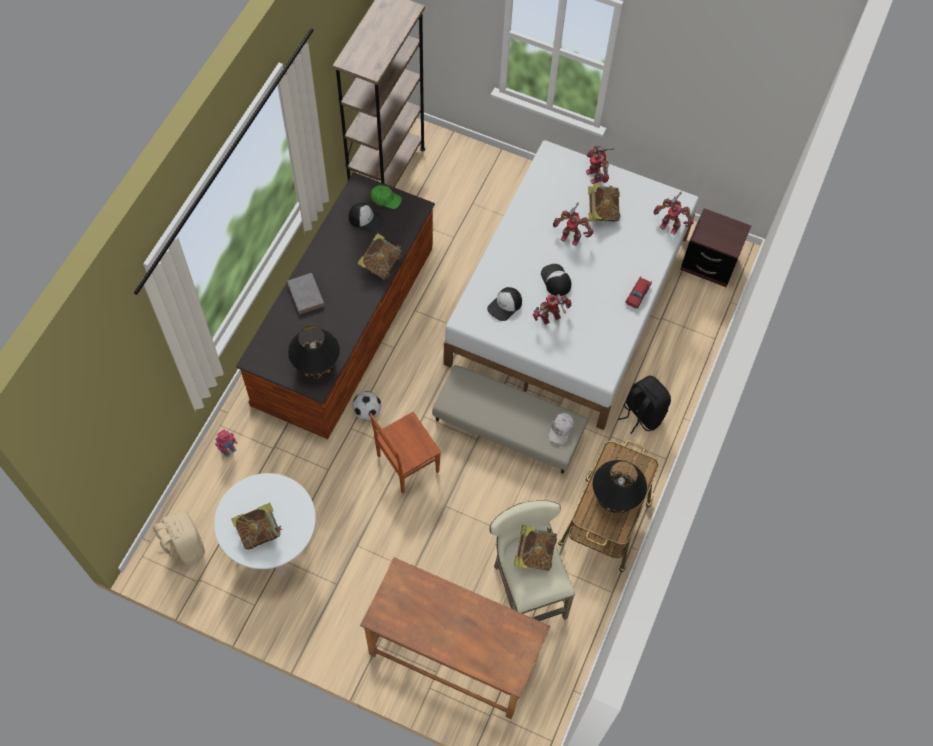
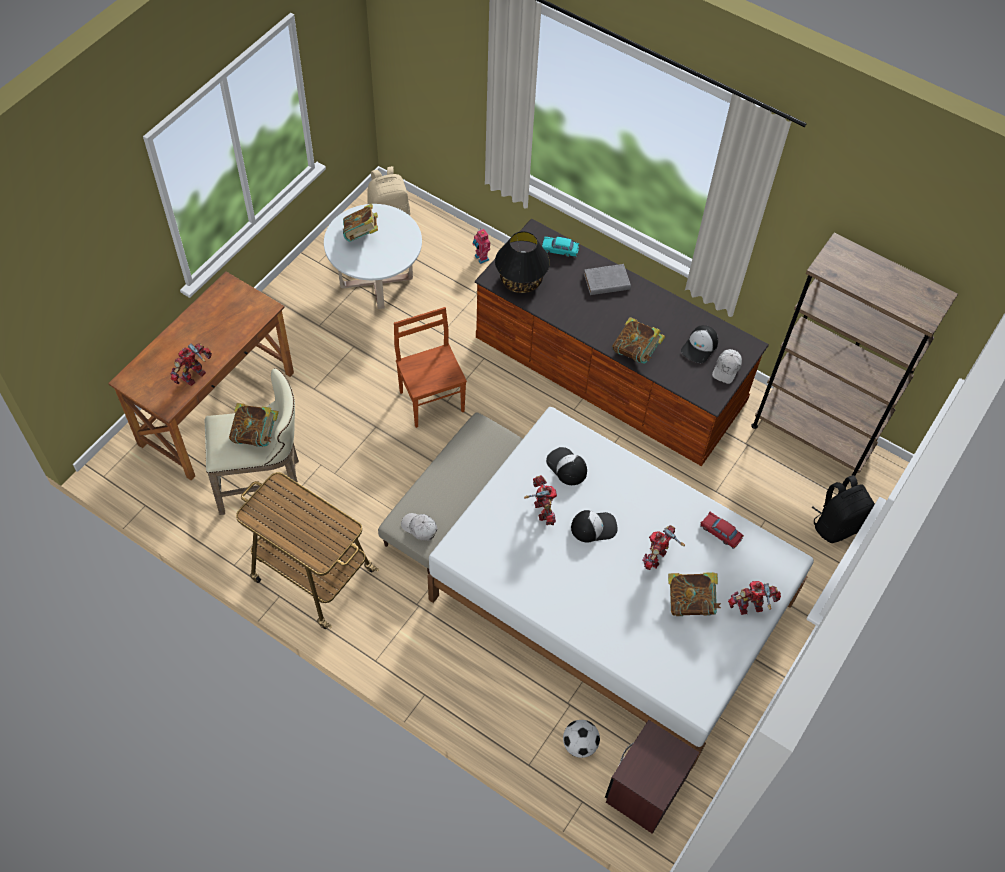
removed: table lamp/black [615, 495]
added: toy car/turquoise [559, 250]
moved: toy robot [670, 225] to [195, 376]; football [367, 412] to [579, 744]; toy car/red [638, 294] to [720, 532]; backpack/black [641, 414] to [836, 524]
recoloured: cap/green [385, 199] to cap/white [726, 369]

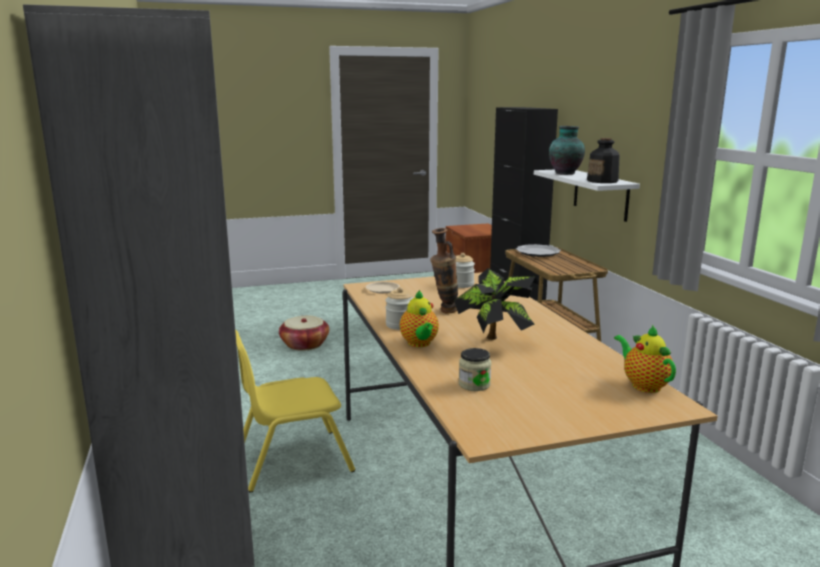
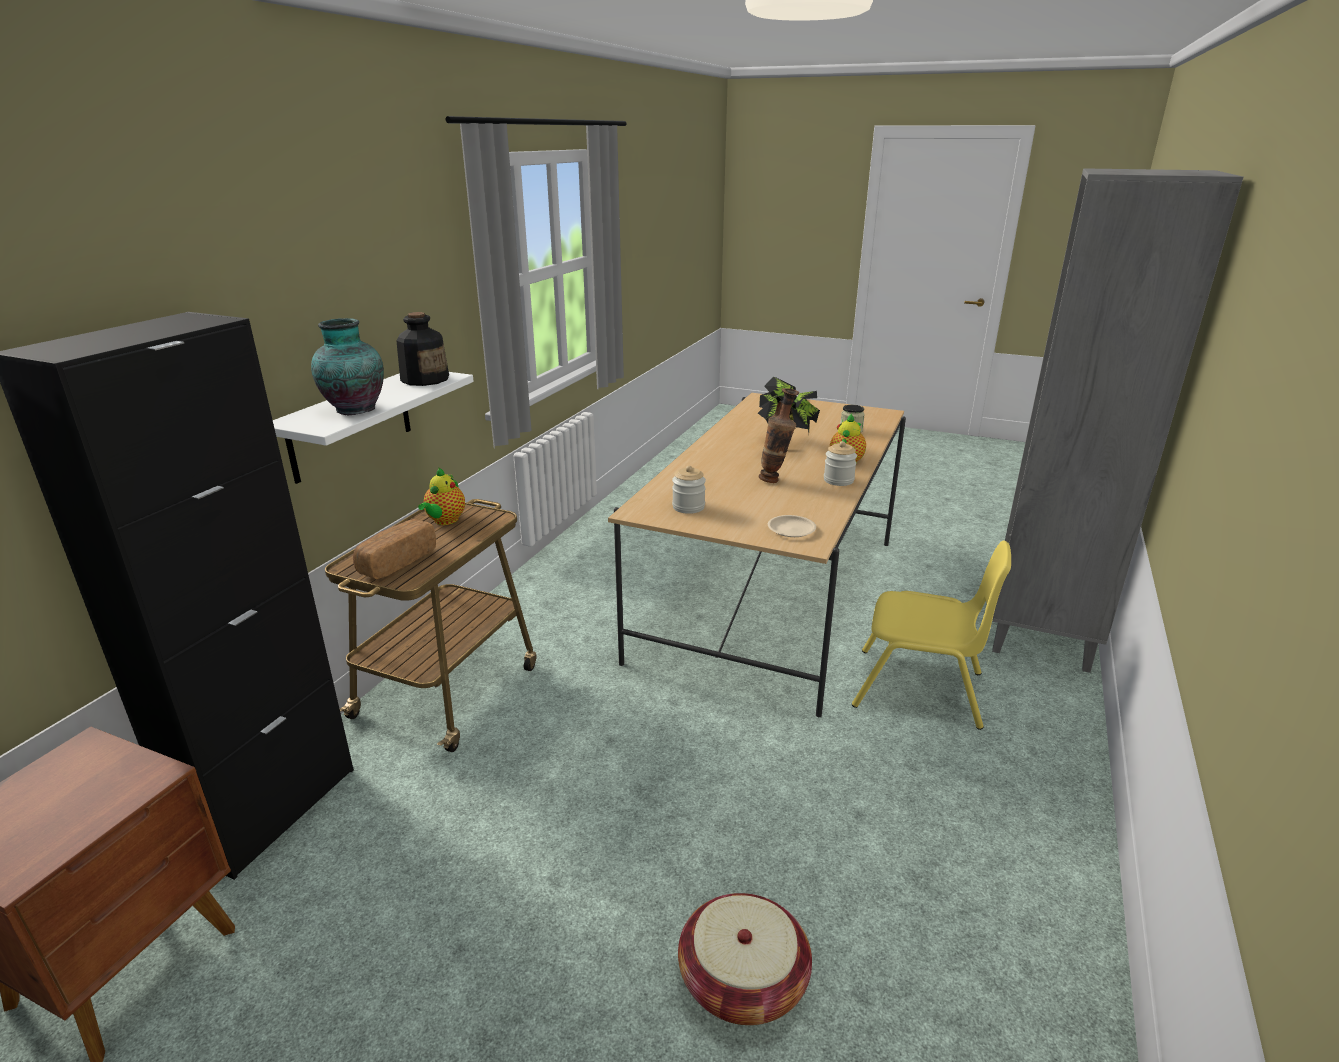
moved: teapot [643, 385] to [445, 521]
replaced: plate [537, 252] to bread [396, 562]

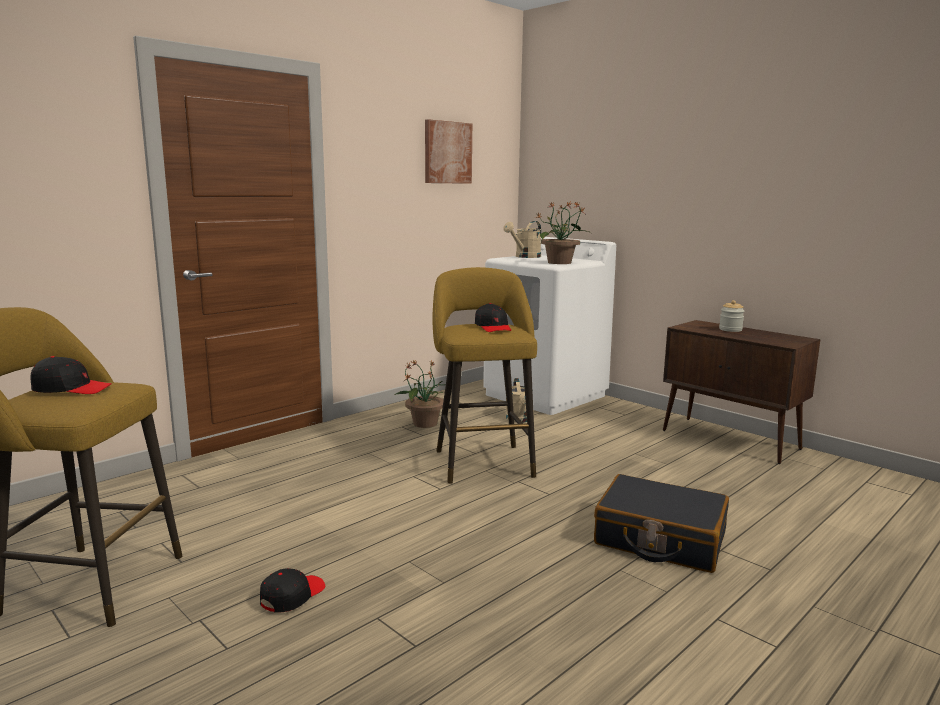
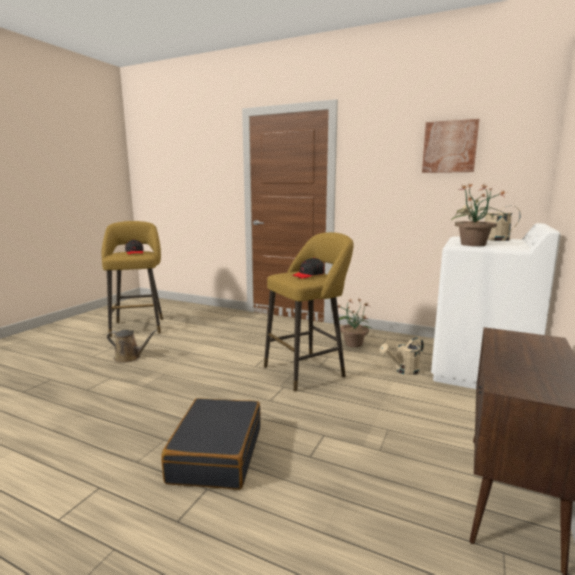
removed: jar [730, 329]
replaced: cap/black [292, 596] to watering can/brown [129, 358]

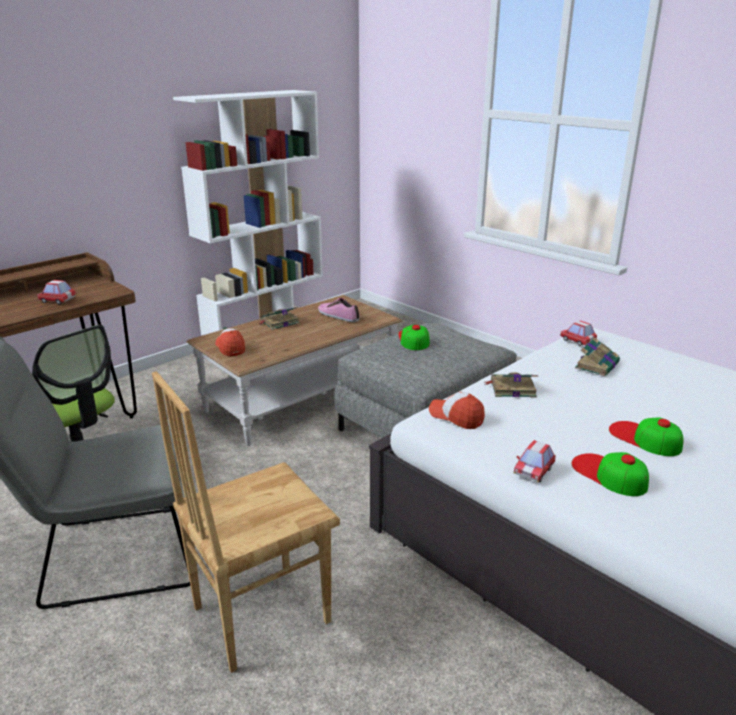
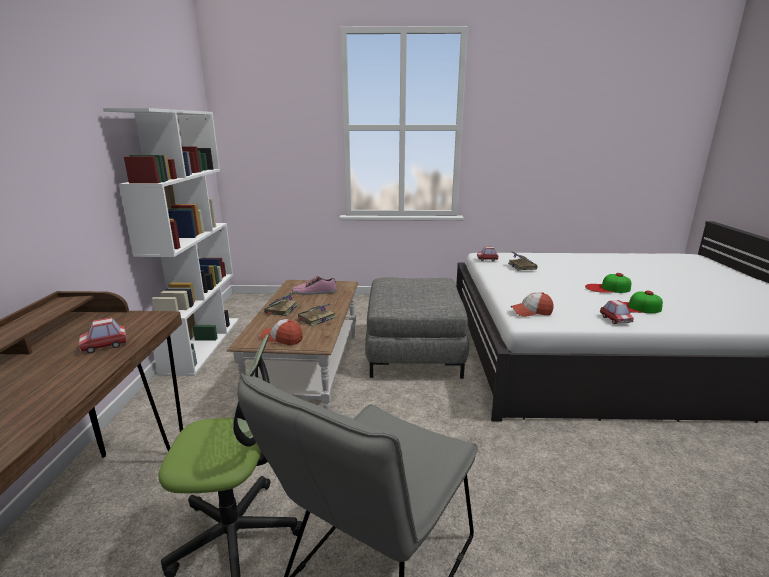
removed: chair/brown [259, 614]; cap [413, 339]
moved: book [511, 389] to [316, 318]

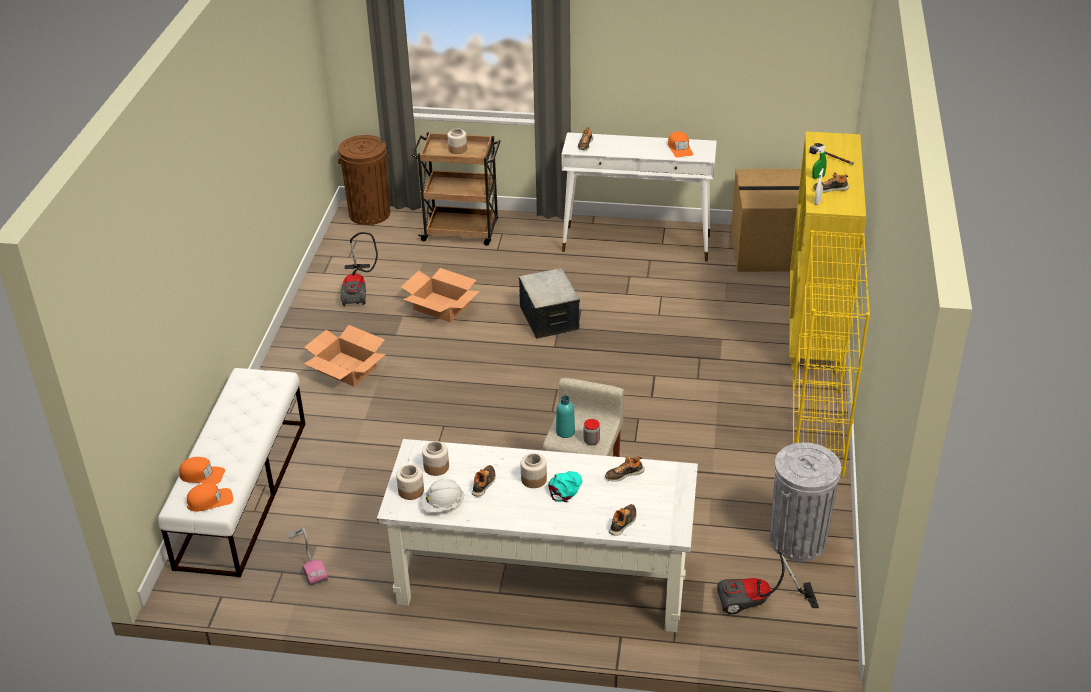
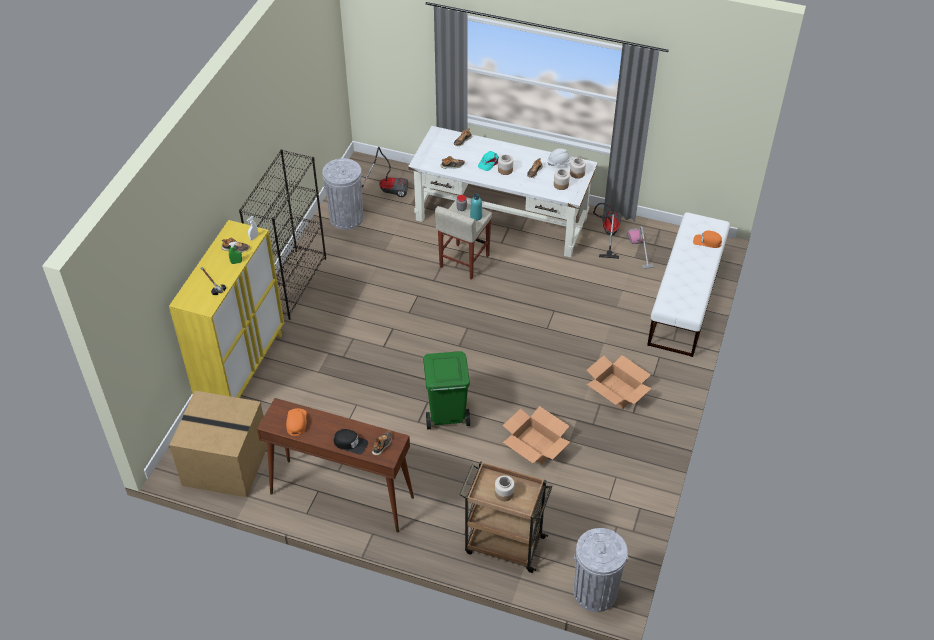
removed: cap/orange [210, 500]
added: cap/black [350, 443]
moved: vacuum cleaner [358, 290] to [608, 234]
replaced: storage box [549, 318] to trash can/green [446, 416]
recoloured: bookcase/yellow [817, 431] to bookcase/black [292, 284]; console table/white [637, 243] to console table/brown [341, 495]; trash can/brown [369, 213] to trash can/grey [595, 592]

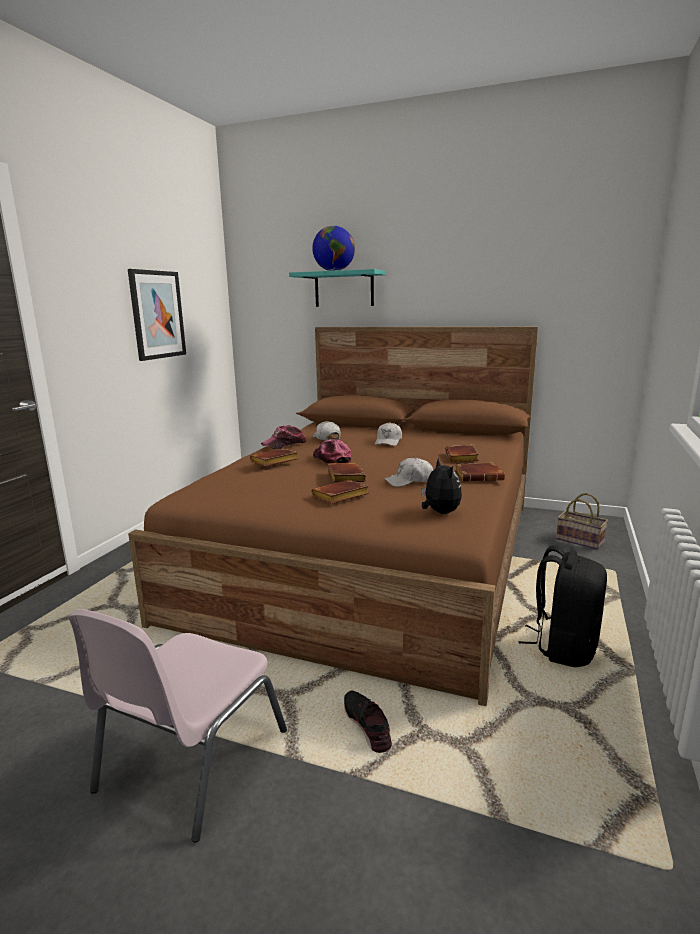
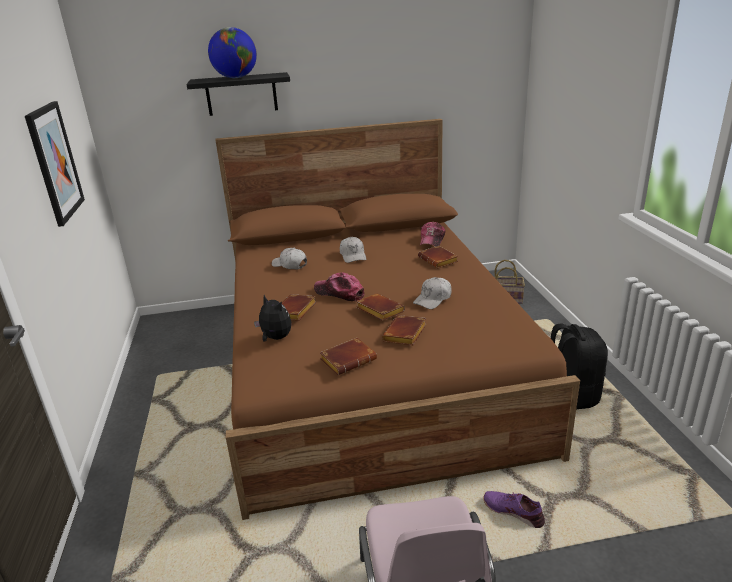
moved: plush toy [440, 512] to [275, 338]; book/brown [479, 476] to [348, 359]; cap [284, 444] to [432, 240]
recoloured: shelf/turquoise [344, 289] to shelf/black [241, 94]; shoe/black [368, 725] to shoe/purple [513, 512]

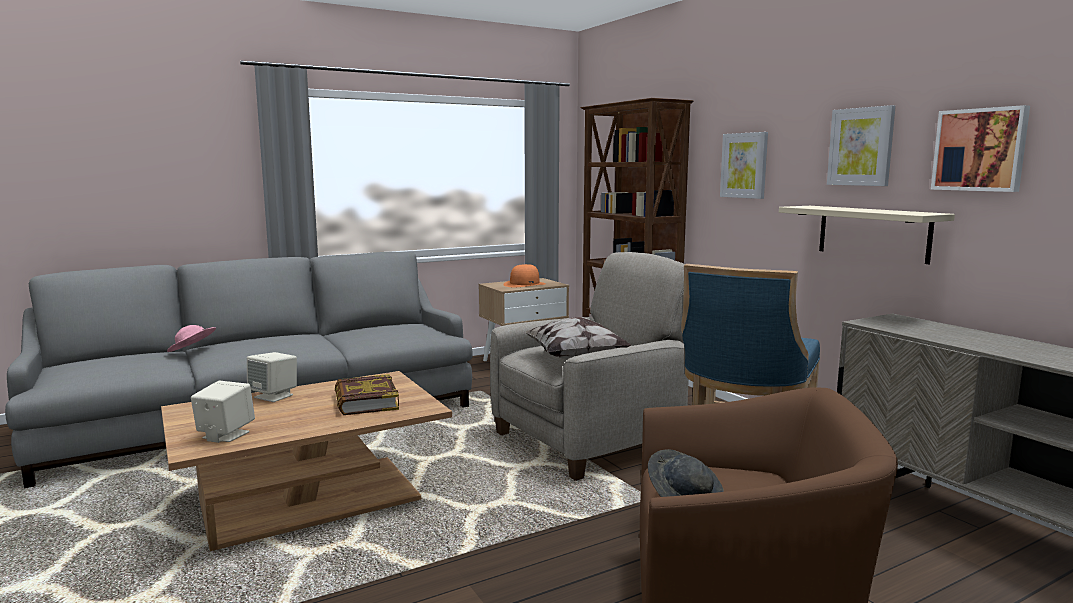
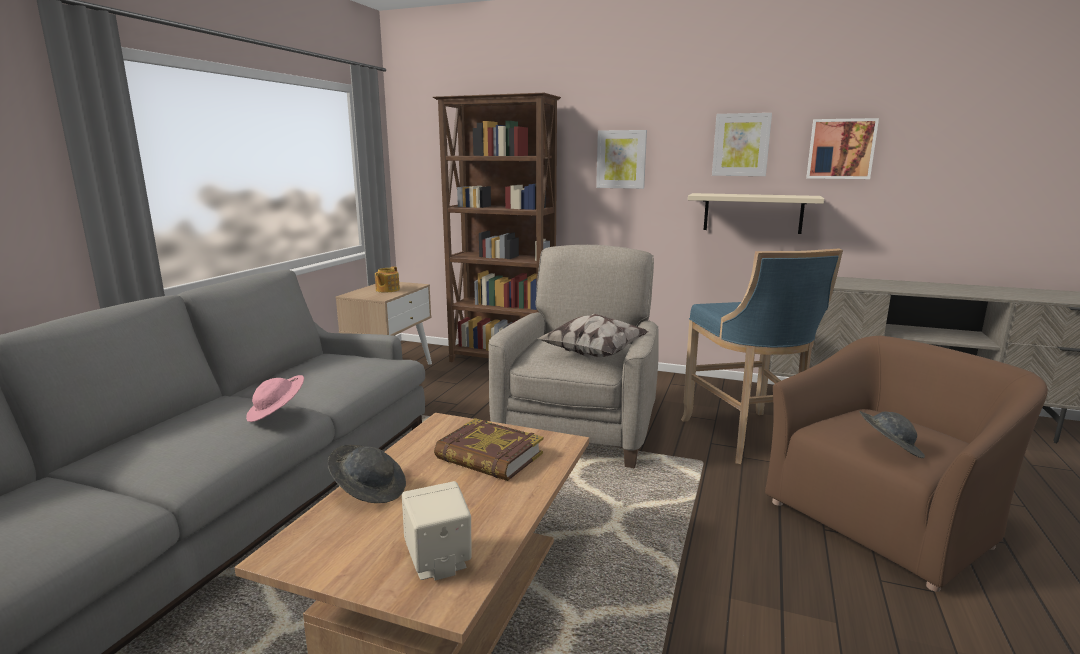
moved: hat/pink [192, 351] to [277, 413]
replaced: speaker/beige [274, 396] to hat/grey [369, 489]; hat/orange [524, 284] to teapot [387, 290]

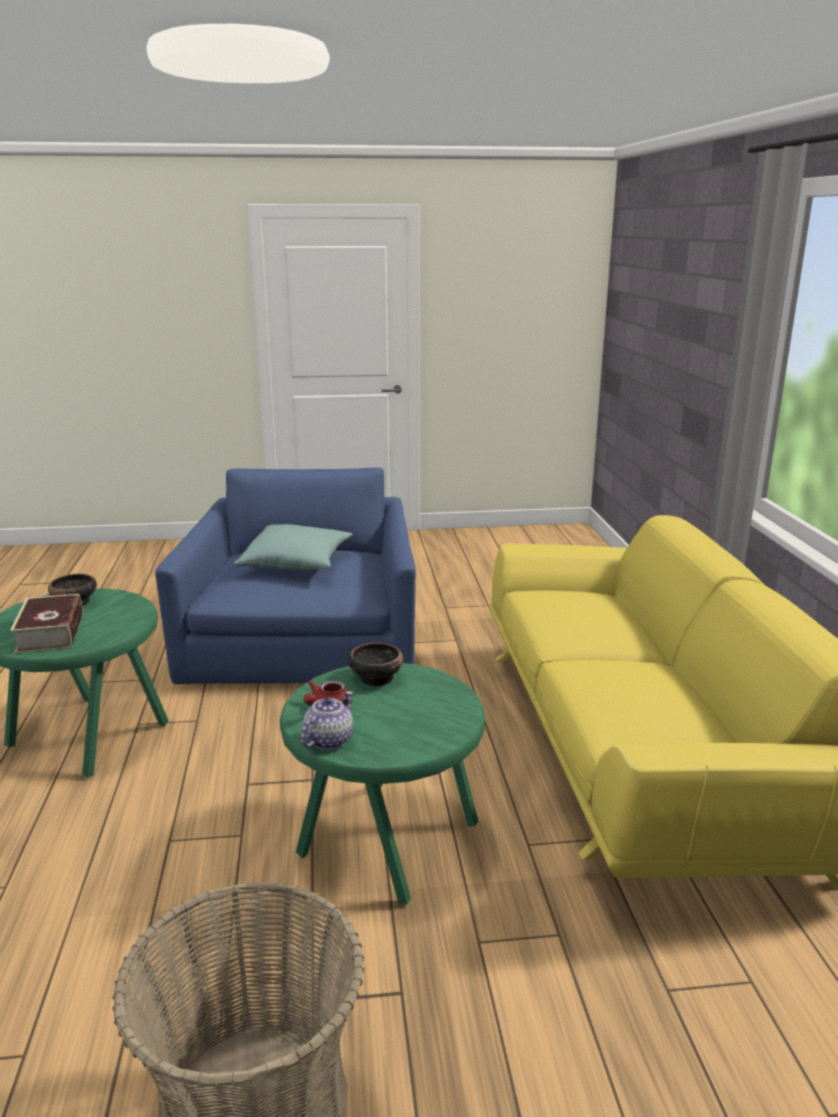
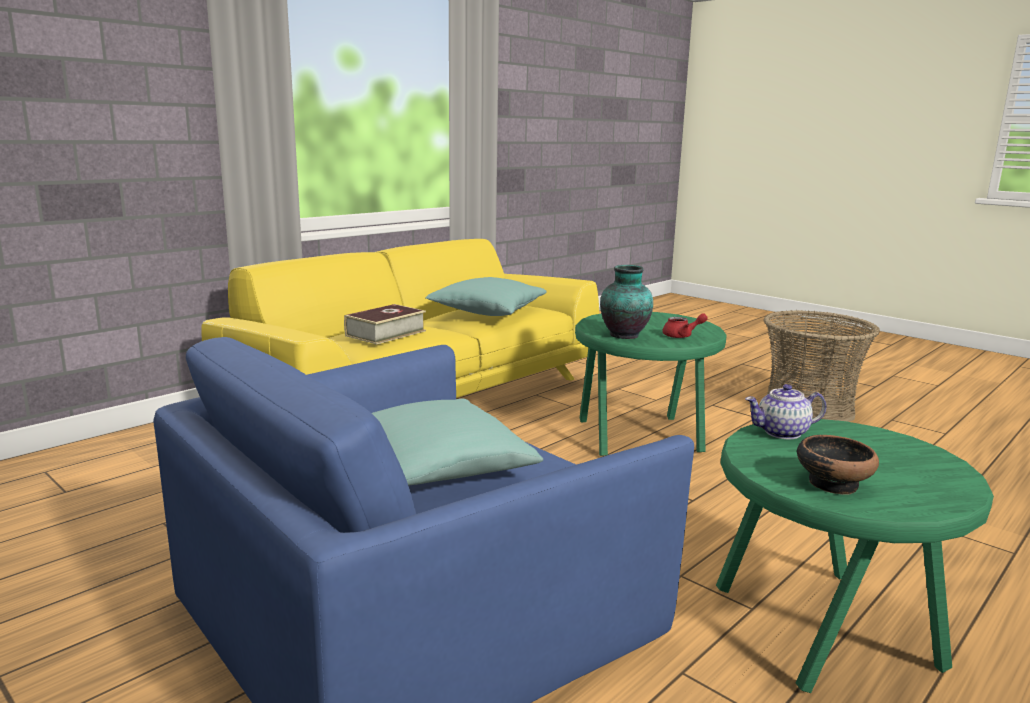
added: pillow/turquoise [487, 312]
moved: book [50, 633] to [386, 333]; teapot [328, 740] to [782, 433]
replaced: bowl [375, 678] to vase [624, 335]

